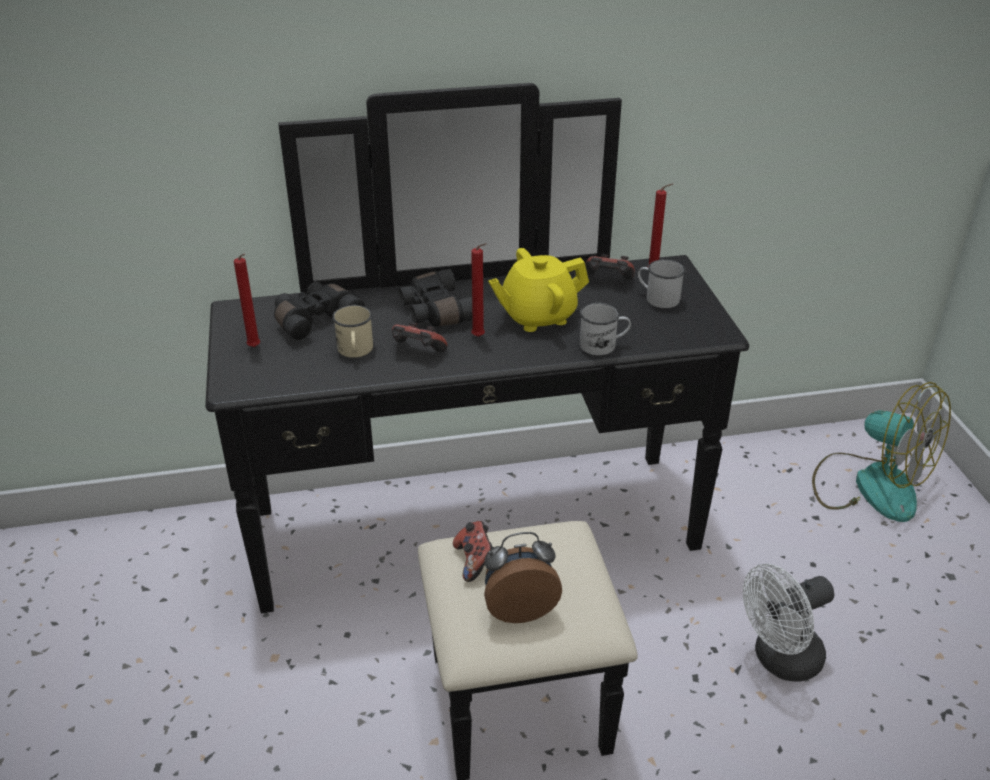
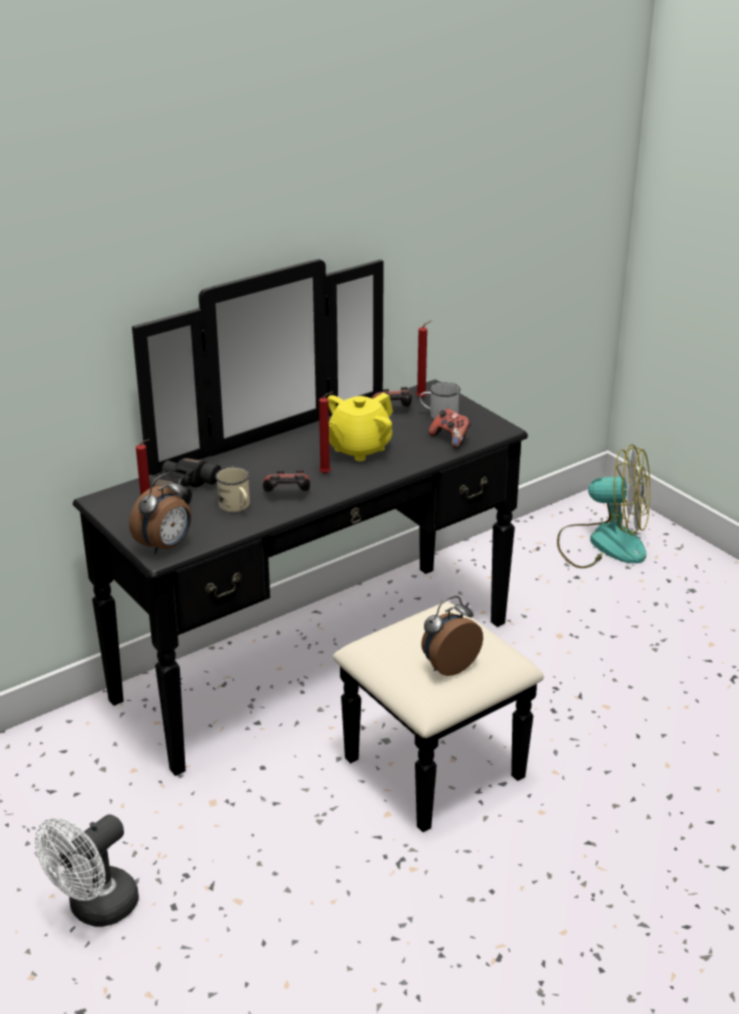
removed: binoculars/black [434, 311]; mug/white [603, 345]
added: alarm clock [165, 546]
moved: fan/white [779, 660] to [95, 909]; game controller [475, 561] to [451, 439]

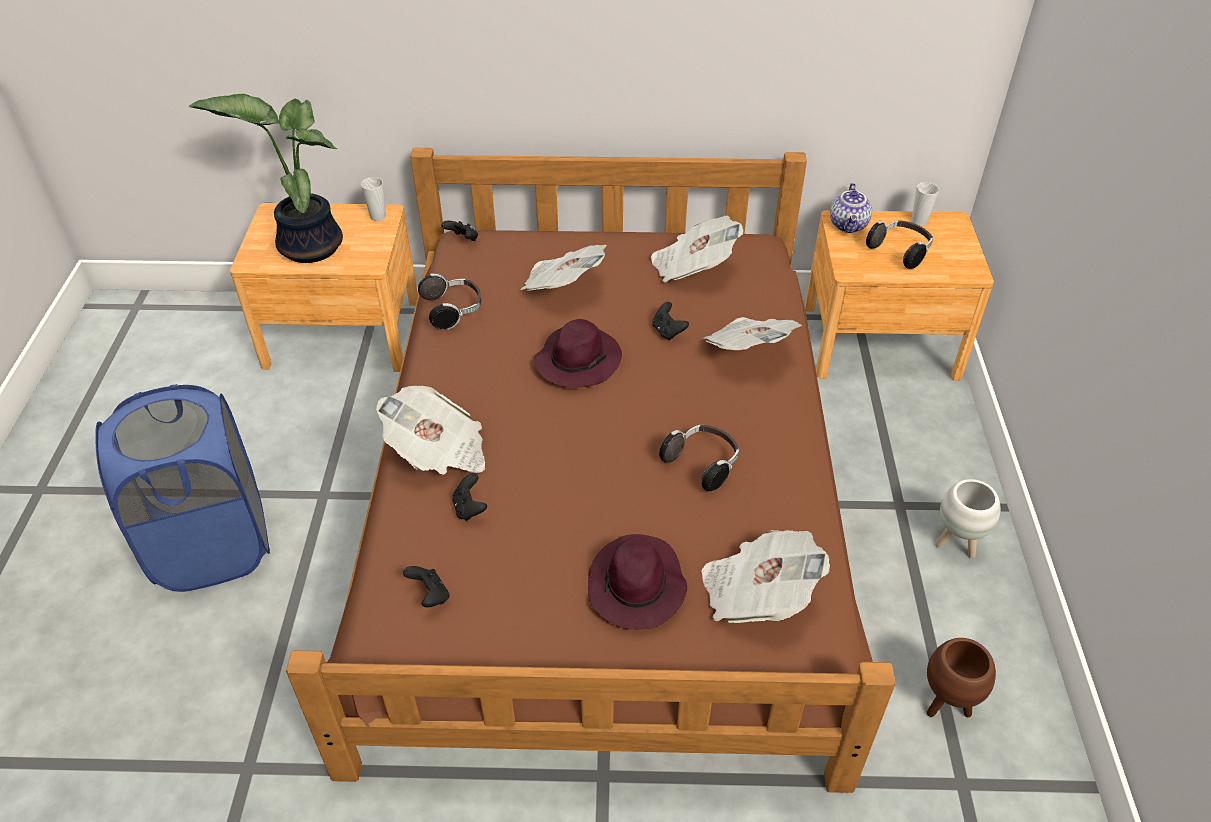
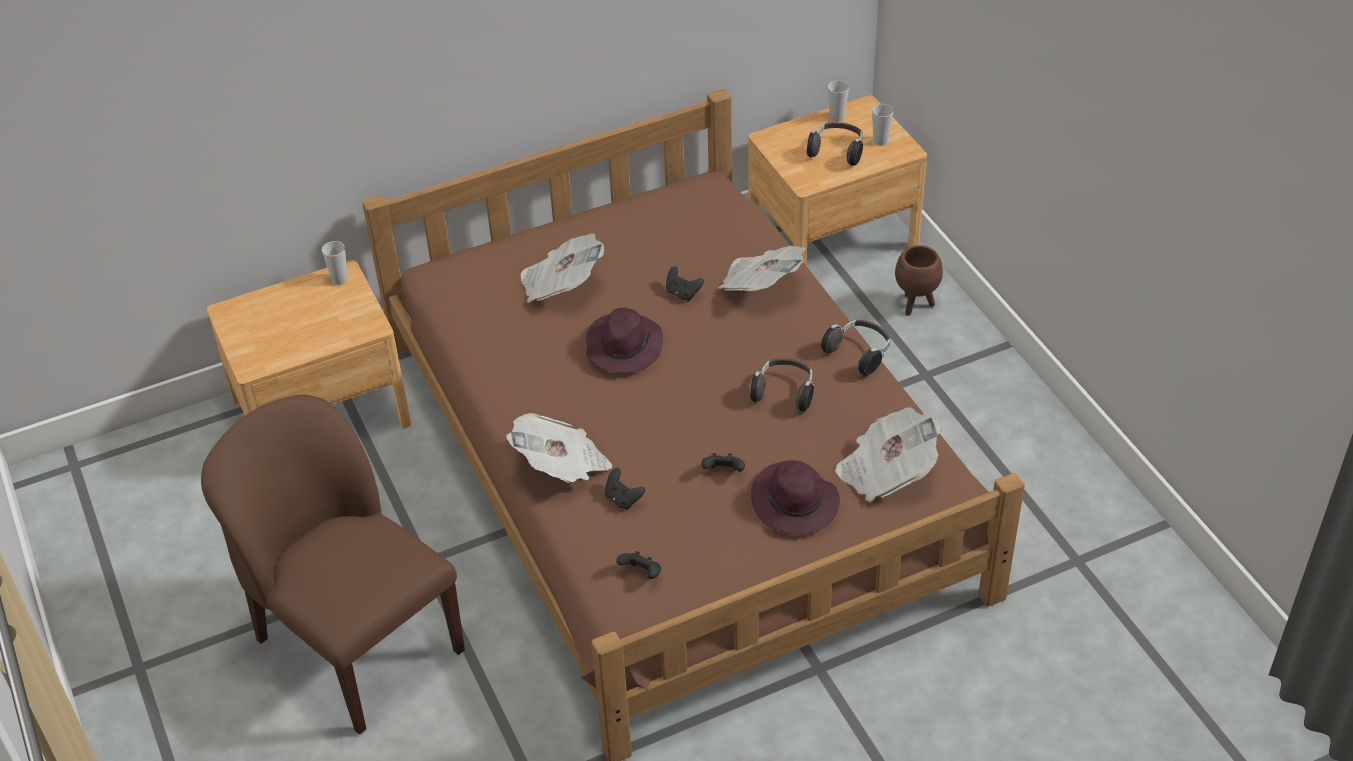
removed: potted plant [308, 245]; newspaper [693, 267]; teapot [849, 225]; planter/white [957, 544]
added: cup [880, 141]
moved: game controller/black [463, 240] to [724, 472]; headphones [453, 310] to [859, 354]; planter/brown [946, 704] to [916, 305]
replaced: laundry basket/blue [212, 546] to chair/brown [356, 643]

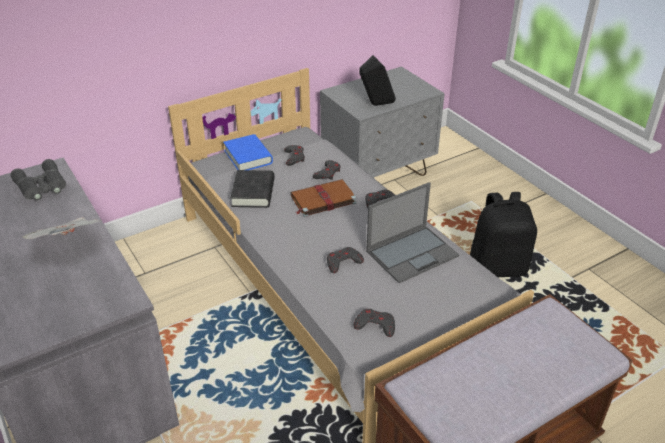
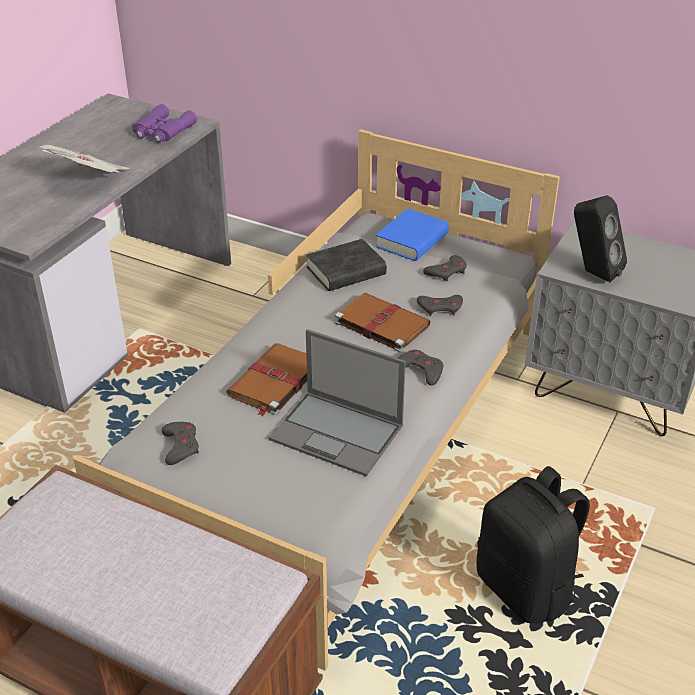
replaced: game controller/grey [343, 262] to book/brown [274, 382]
recoloured: binoculars/grey [41, 186] to binoculars/purple [162, 131]

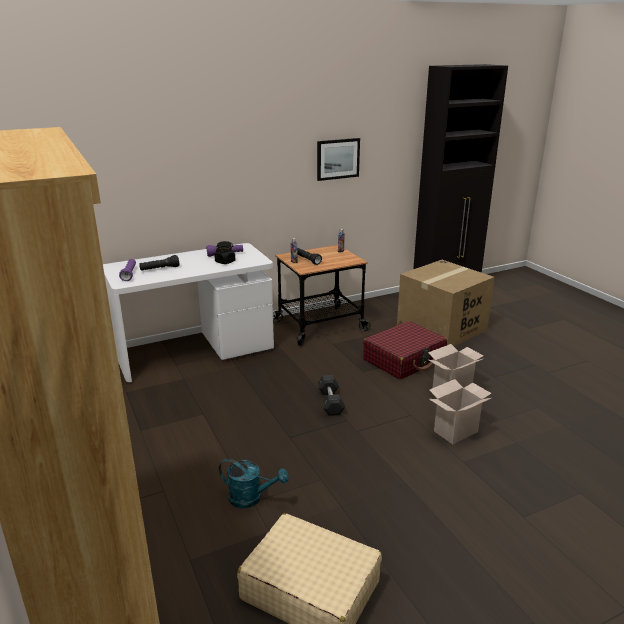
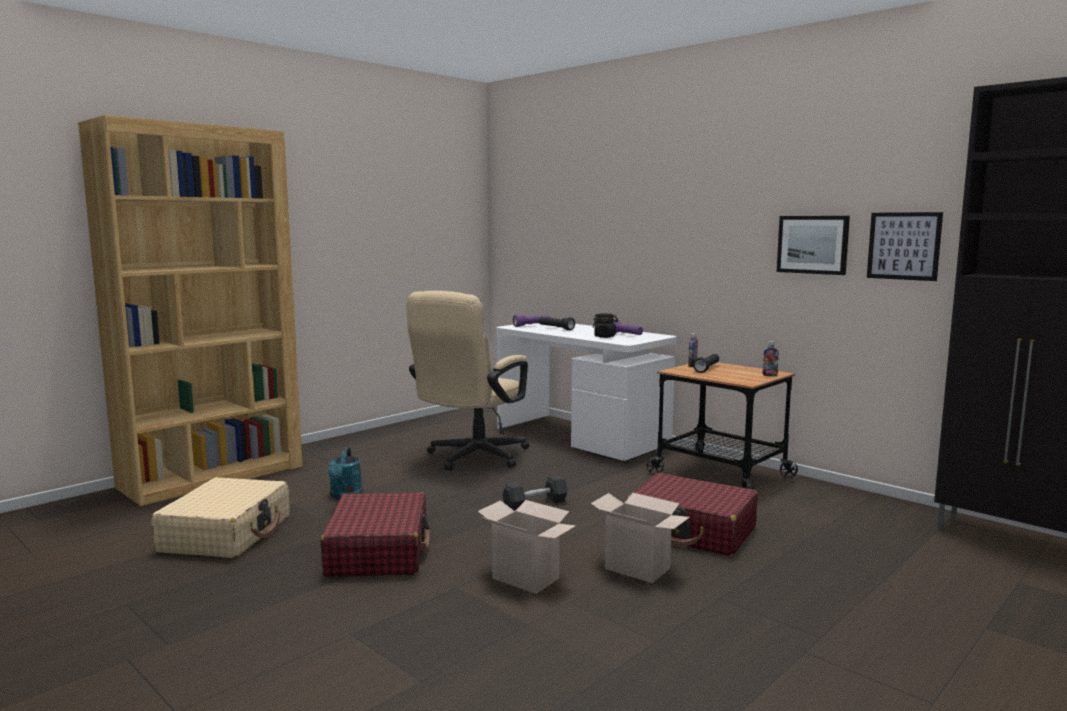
removed: cardboard box [441, 328]
added: suitcase/red [379, 551]; office chair/beige [472, 458]; picture [903, 246]

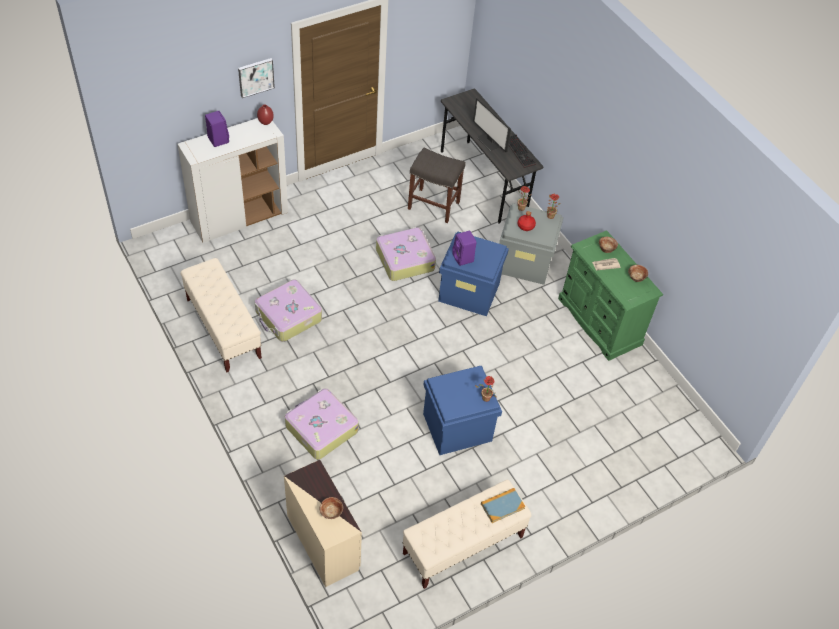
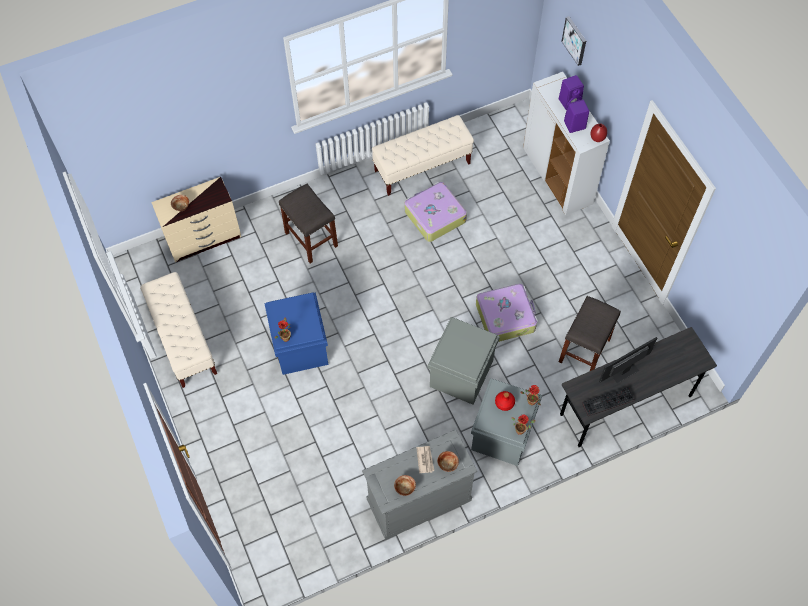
removed: book [502, 506]
moved: picture [255, 77] to [575, 40]; speaker/purple [463, 258] to [574, 125]
replaced: suitcase [320, 428] to stool/grey [310, 239]
recoloured: dresser/green [599, 321] to dresser/grey [418, 499]; storage box/blue [470, 292] to storage box/grey [461, 374]

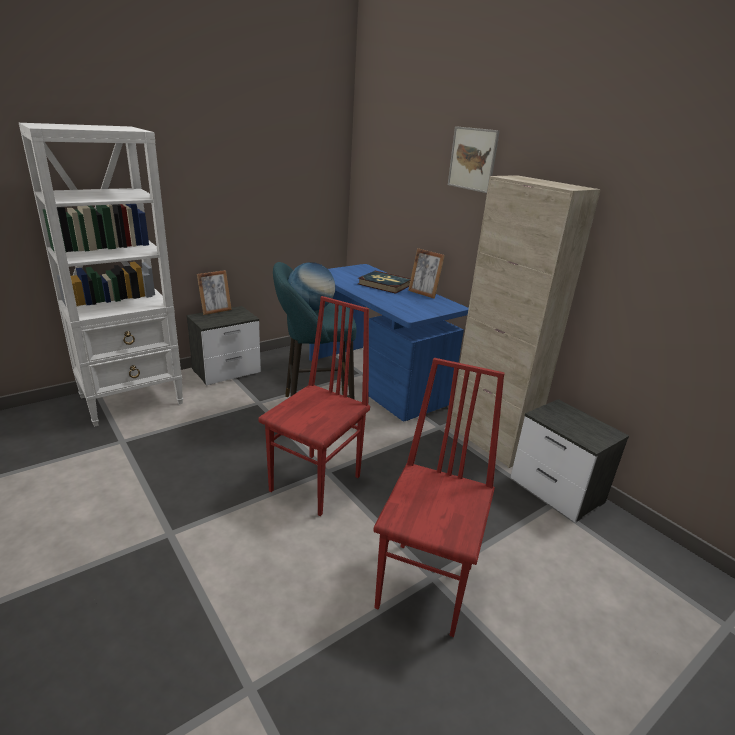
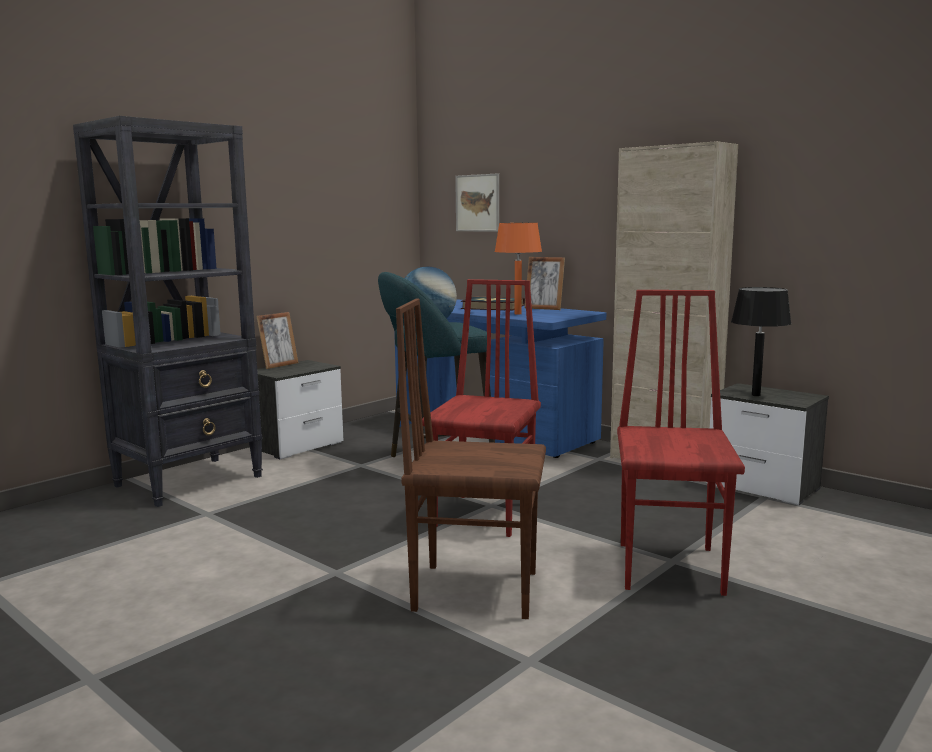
added: chair/brown [475, 589]; table lamp/orange [517, 314]; table lamp/black [755, 395]
moved: picture [473, 159] to [477, 203]
recoloured: bookcase/white [132, 400] to bookcase/black [190, 481]

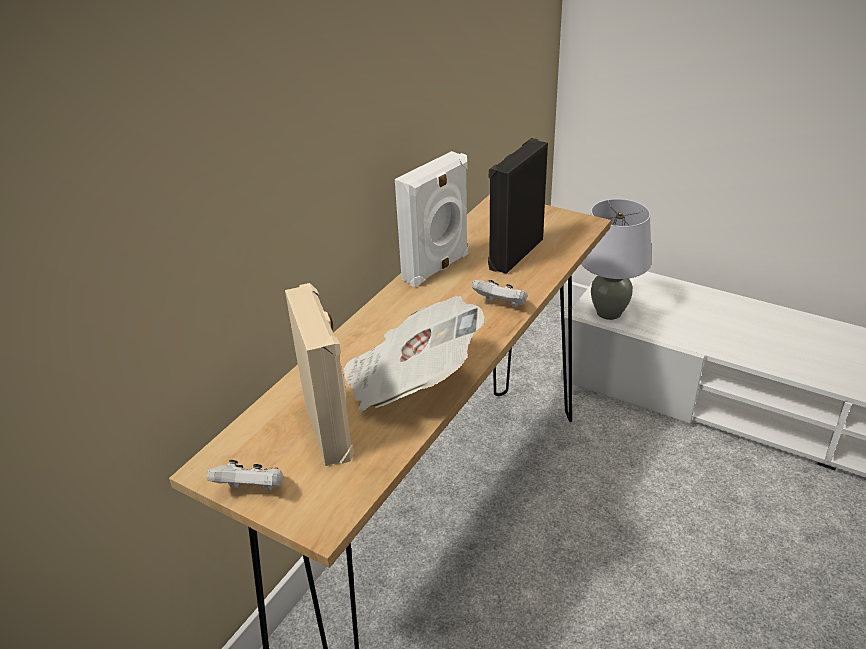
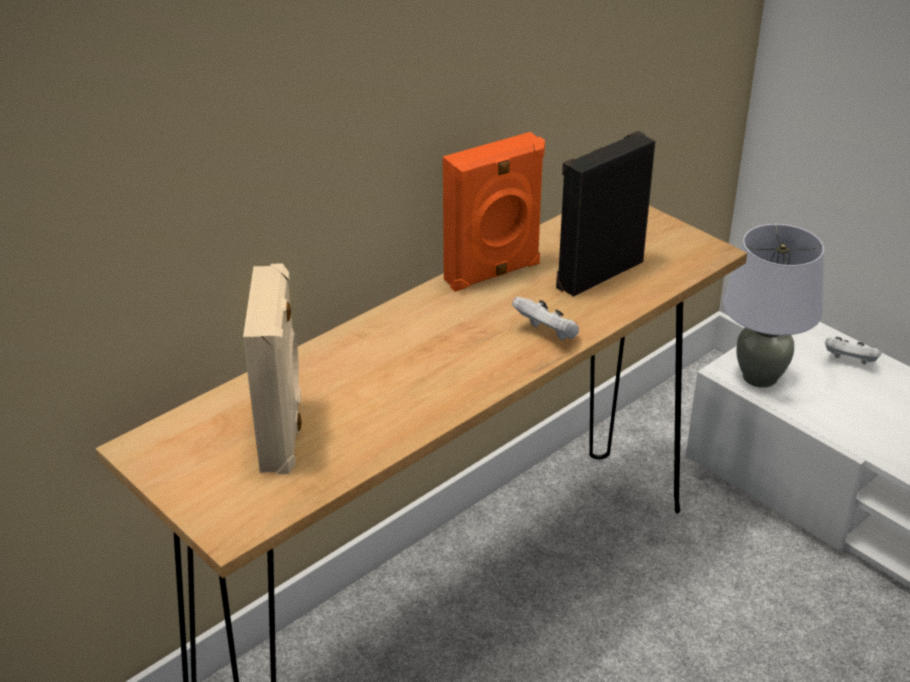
removed: newspaper [410, 381]
moved: game controller/white [252, 490] to [849, 362]
recoloured: speaker/white [437, 268] to speaker/orange [493, 273]

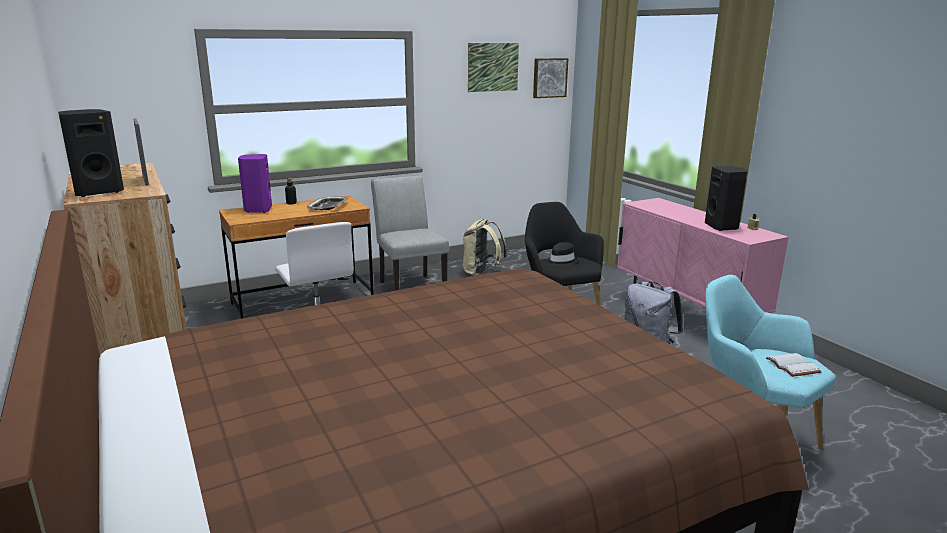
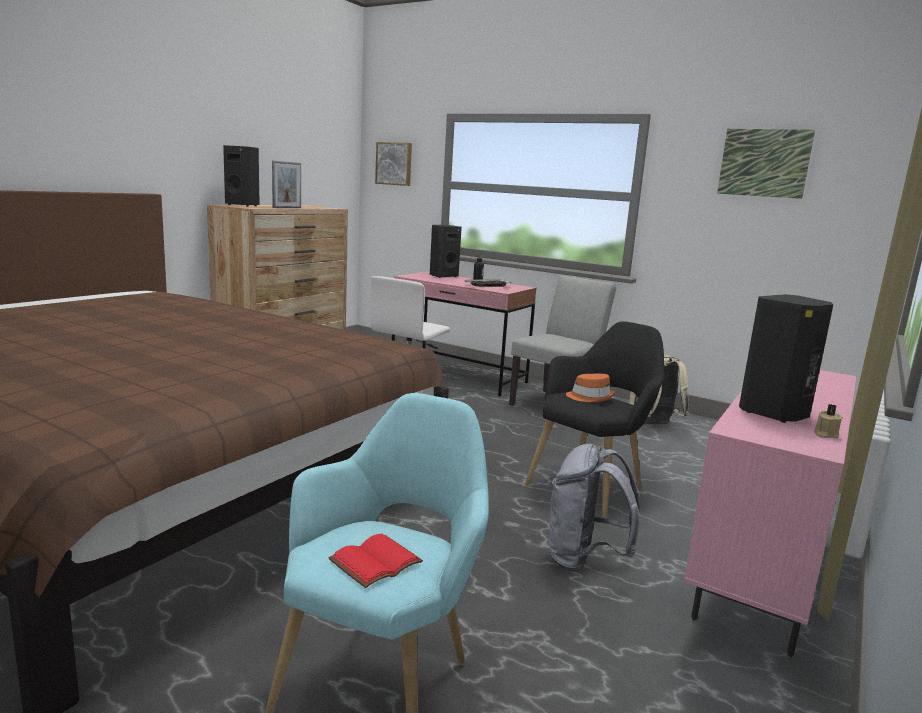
moved: picture [549, 78] to [394, 164]
recoloured: book/white [791, 366] to book/red [375, 561]; desk/brown [303, 302] to desk/pink [458, 376]; speaker/purple [258, 210] to speaker/black [443, 276]; hat/black [560, 261] to hat/orange [590, 397]

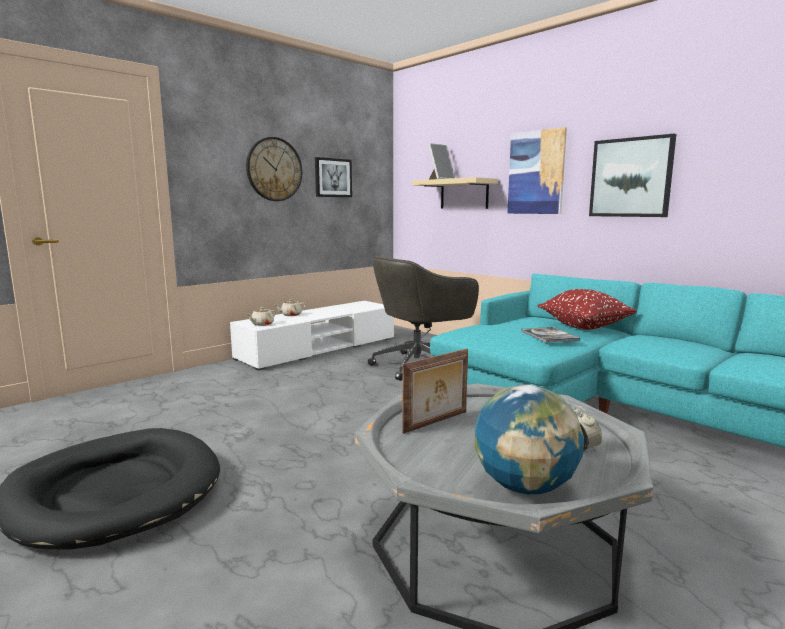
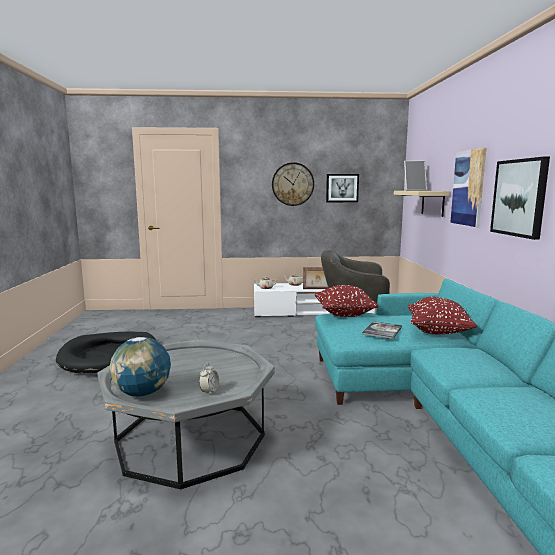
added: pillow/red [344, 314]
moved: picture frame [436, 422] to [316, 289]

